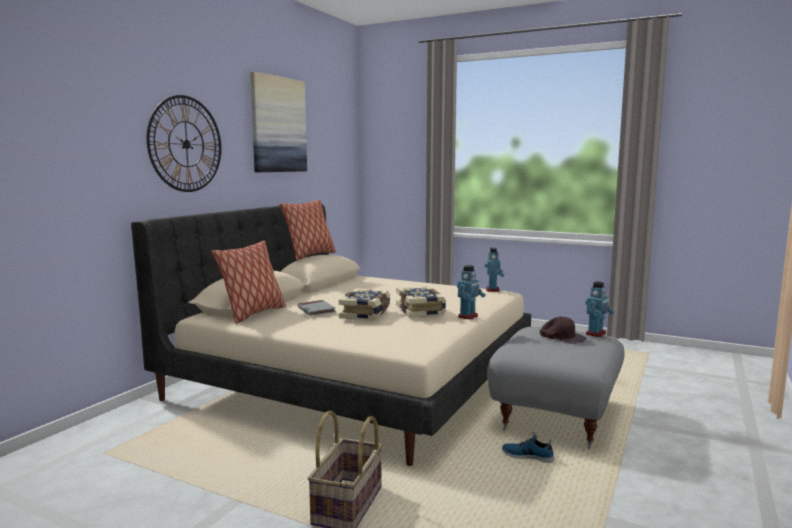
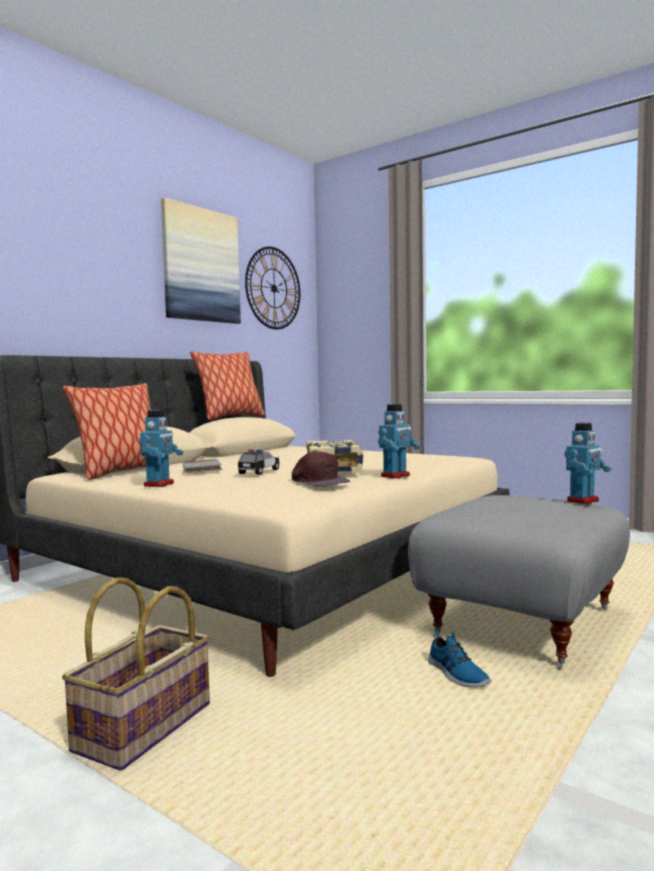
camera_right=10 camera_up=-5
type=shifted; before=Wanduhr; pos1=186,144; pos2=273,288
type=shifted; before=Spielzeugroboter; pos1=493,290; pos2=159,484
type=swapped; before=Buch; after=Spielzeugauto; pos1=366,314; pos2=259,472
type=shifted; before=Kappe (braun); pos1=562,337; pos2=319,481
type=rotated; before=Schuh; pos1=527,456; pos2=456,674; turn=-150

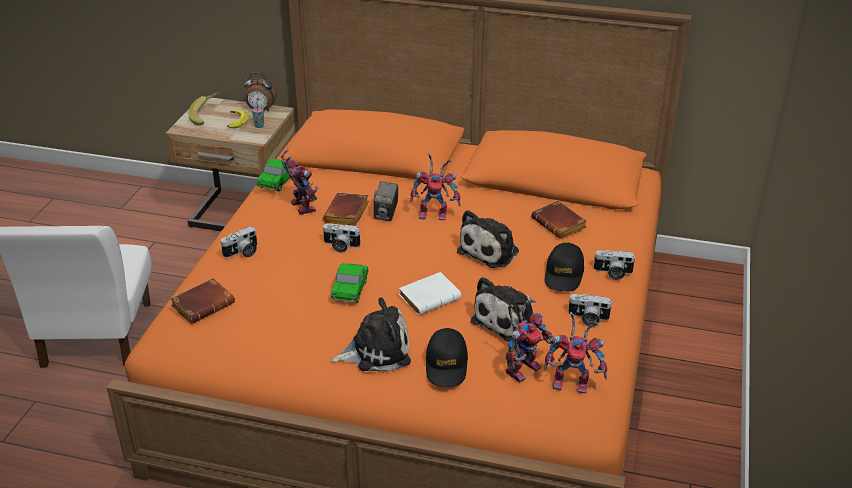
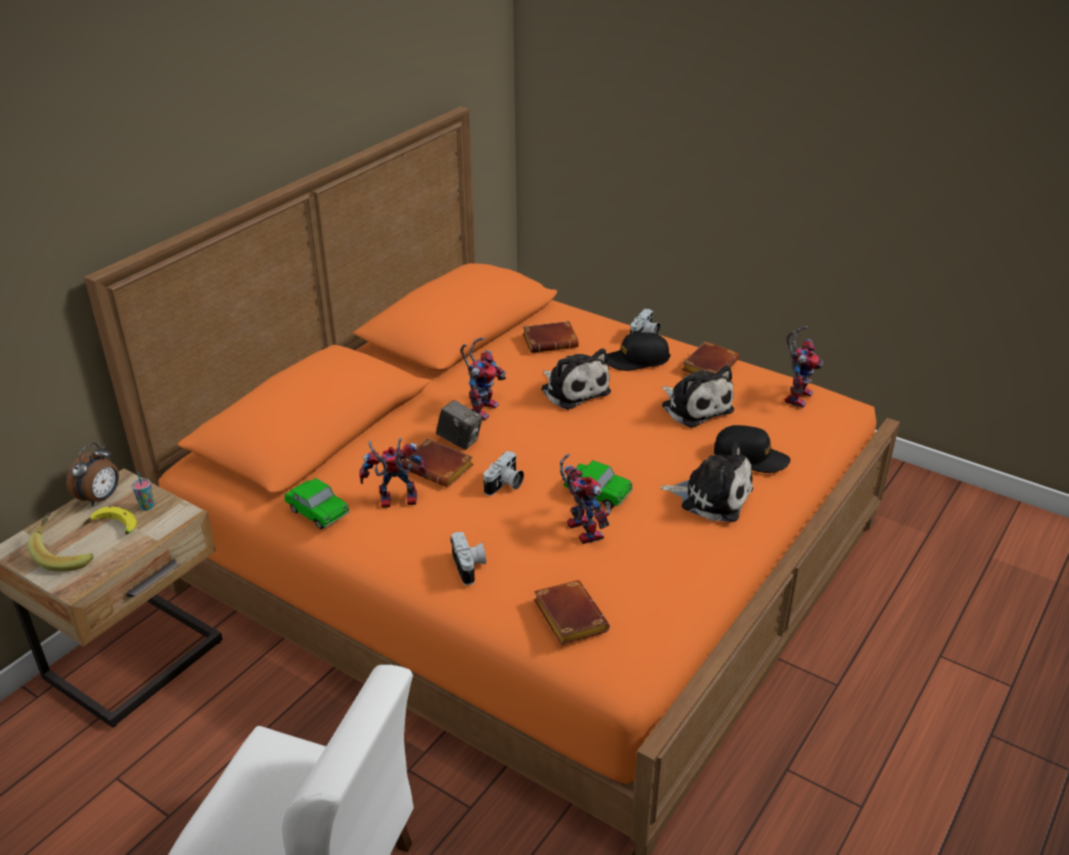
camera_right=-70 camera_up=0
type=rotated; before=Kappe (schwarz); pos1=564,274; pos2=636,360; turn=135
type=gone; before=Buch (weiß); pos1=430,297
type=swapped; before=Kamera; after=Buch (braun); pos1=588,318; pos2=709,365
type=rotated; before=Plüschtier; pos1=376,351; pos2=712,497; turn=105
type=shifted; before=Spielzeugroboter; pos1=523,367; pos2=580,529

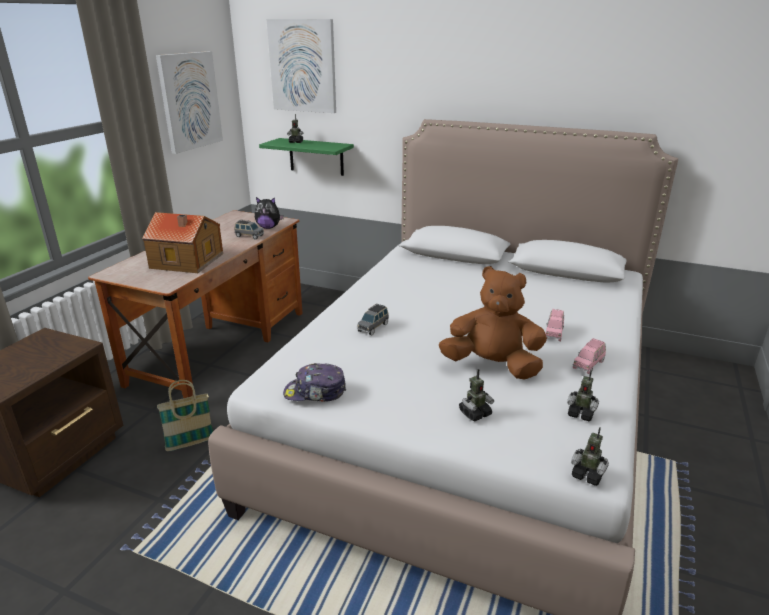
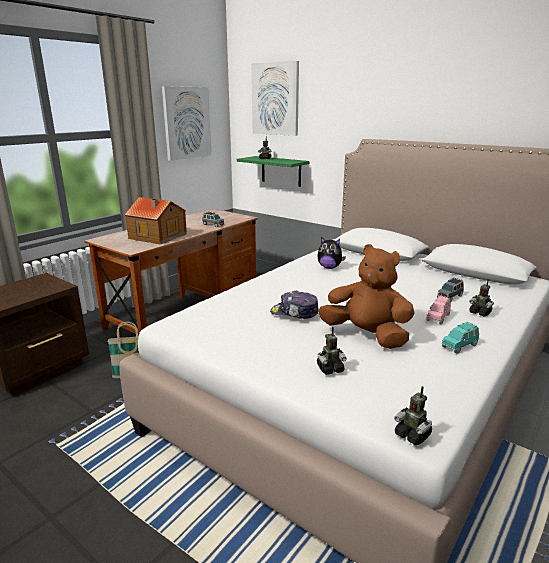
camera_right=15 camera_up=-5
type=shifted; before=Plüschtier; pos1=269,227; pos2=329,267
type=shifted; before=Spielzeugauto (grau); pos1=373,327; pos2=449,297
type=repainted; before=Spielzeugauto (rosa); after=Spielzeugauto (türkis); pos1=588,364; pos2=459,346
type=shifted; before=Kappe; pos1=315,392; pos2=294,313
type=shifted; before=Spielzeugroboter; pos1=581,413; pos2=480,312

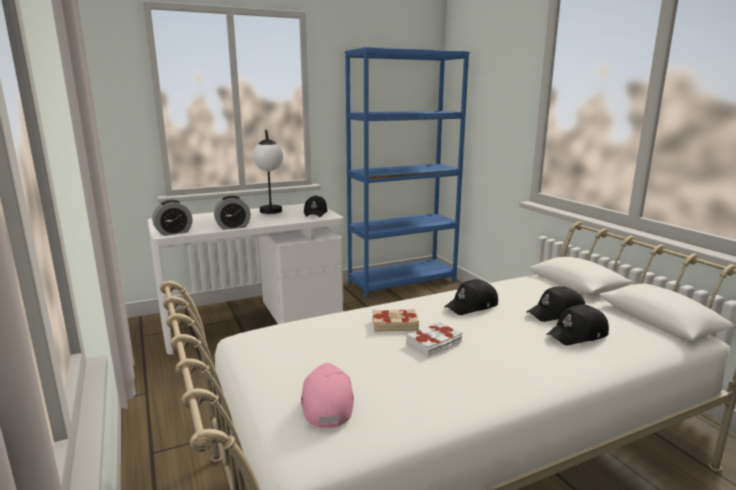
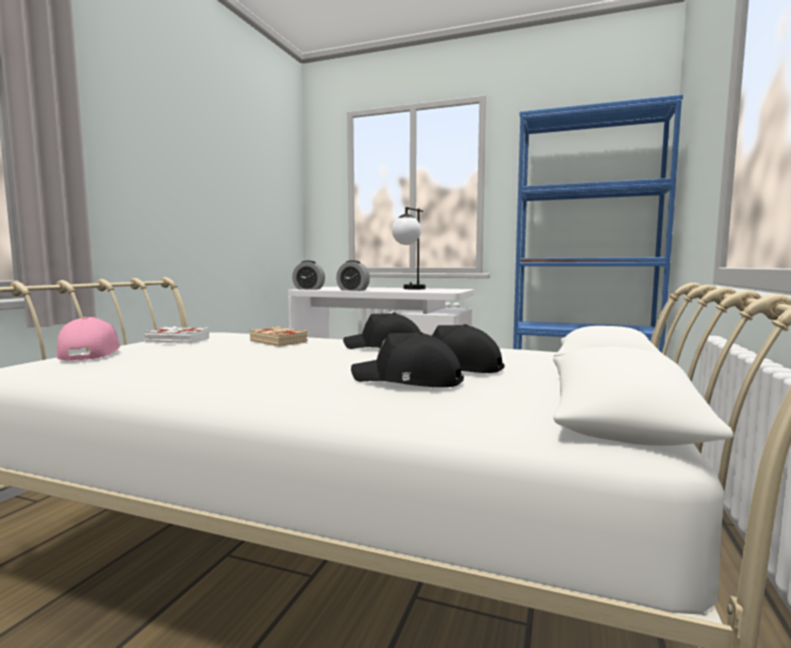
camera_right=45 camera_up=-10
type=gone; before=Kappe (schwarz); pos1=316,213
type=shifted; before=Buch (weiß); pos1=434,343; pos2=177,341
type=rotated; before=Kappe (rosa); pos1=326,403; pos2=89,354; turn=-60

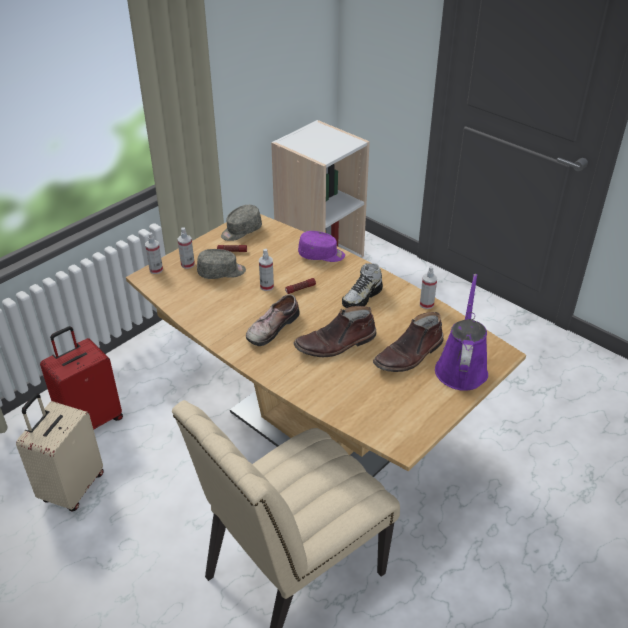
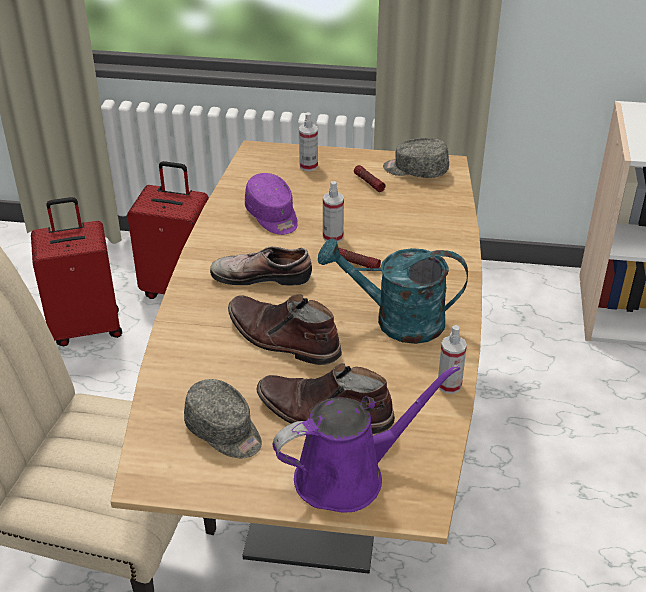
camera_right=55 camera_up=0
type=shifted; before=Kappe (lila); pos1=321,255; pos2=272,216
type=gone; before=Sprühflasche; pos1=156,270
type=shifted; before=Kappe (grau); pos1=221,272; pos2=224,431
type=swapped; before=Schuh; after=Gießkanne (türkis); pos1=362,298; pos2=397,321
type=repainted; before=Koffer (beige); after=Koffer (rot); pos1=71,488; pos2=86,327

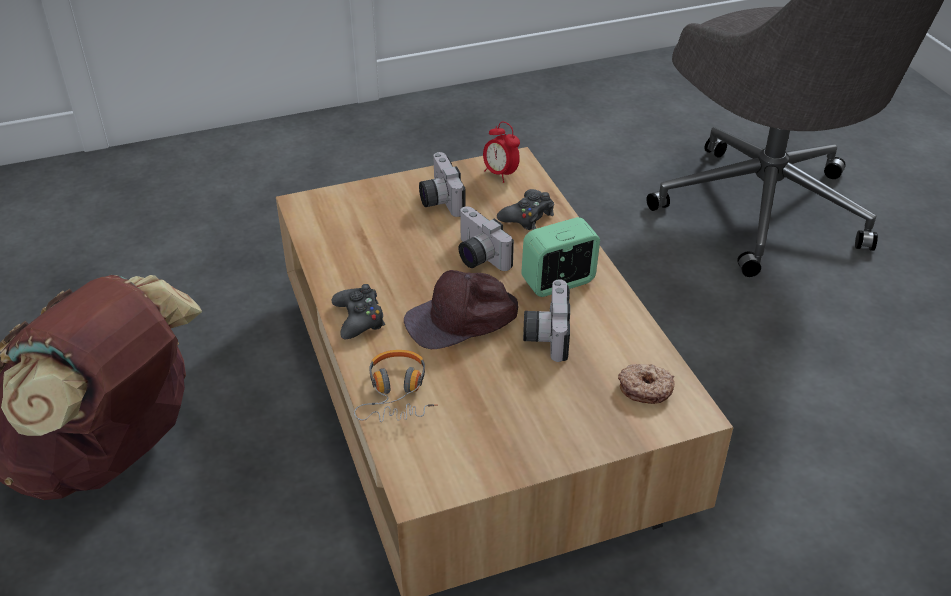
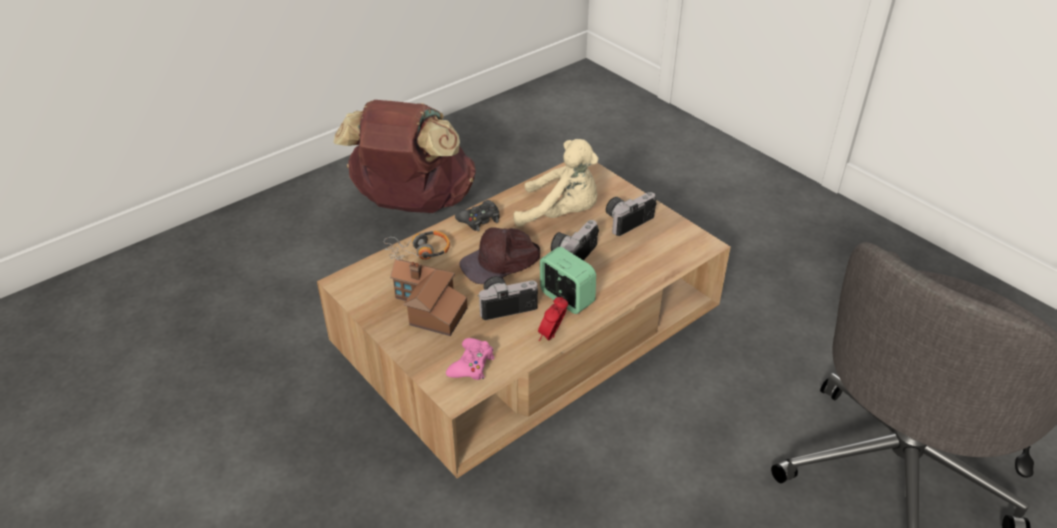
camera_right=70 camera_up=0
type=shifted; before=Wecker; pos1=500,174; pos2=552,336
type=gone; before=Gamepad (schwarz); pos1=527,216
type=rotated; before=Kappe (braun); pos1=462,320; pos2=501,262; turn=-75
type=swapped; before=Donut; after=Gamepad (rosa); pos1=645,388; pos2=471,365
type=new; after=Plüschtier (beige); pos2=561,214
type=new; after=Spielzeughaus; pos2=428,308

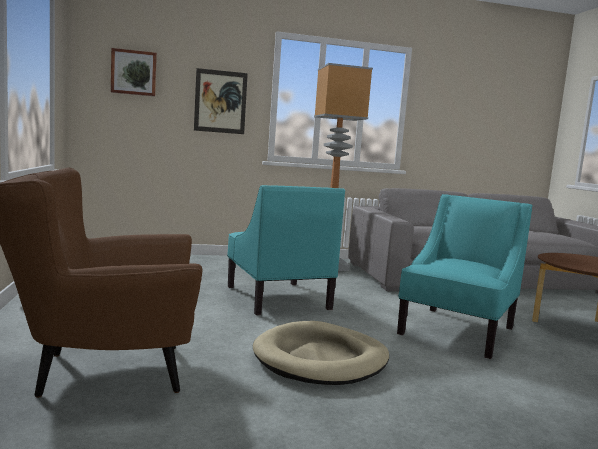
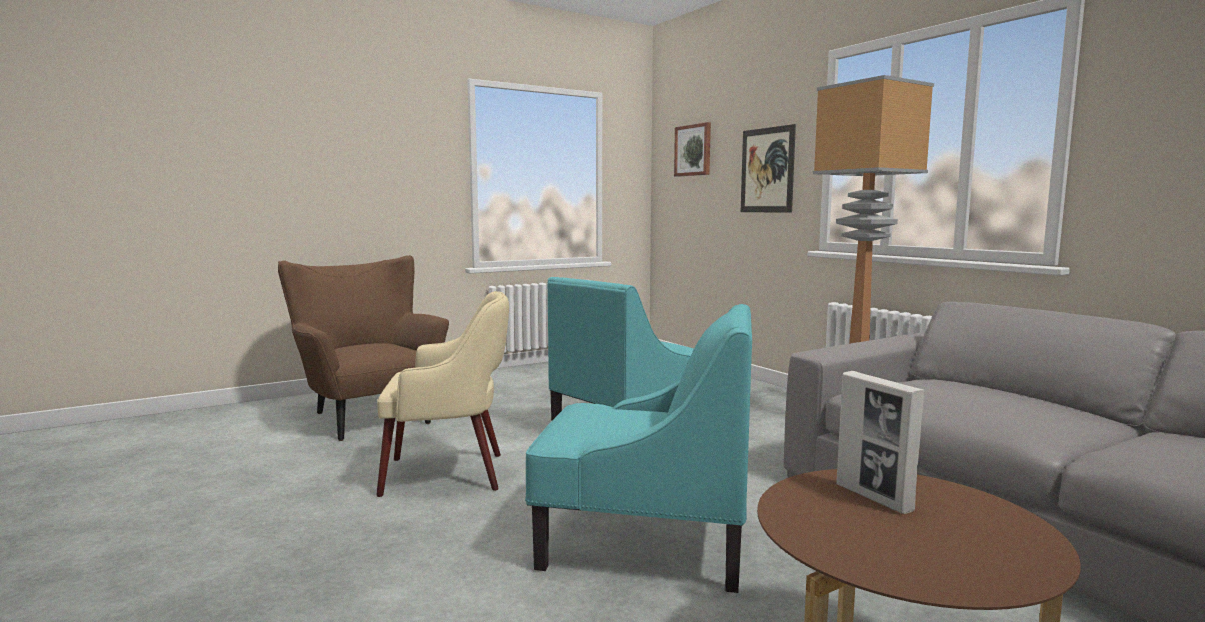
camera_right=70 camera_up=0
type=swapped; before=Hundebett (beige); after=Sessel (beige); pos1=321,359; pos2=448,473
type=new; after=Bilderrahmen; pos2=874,498

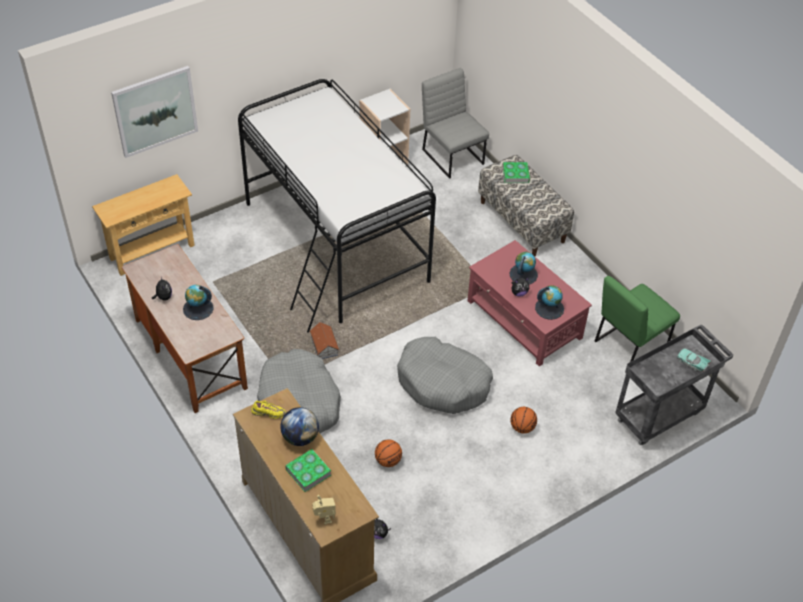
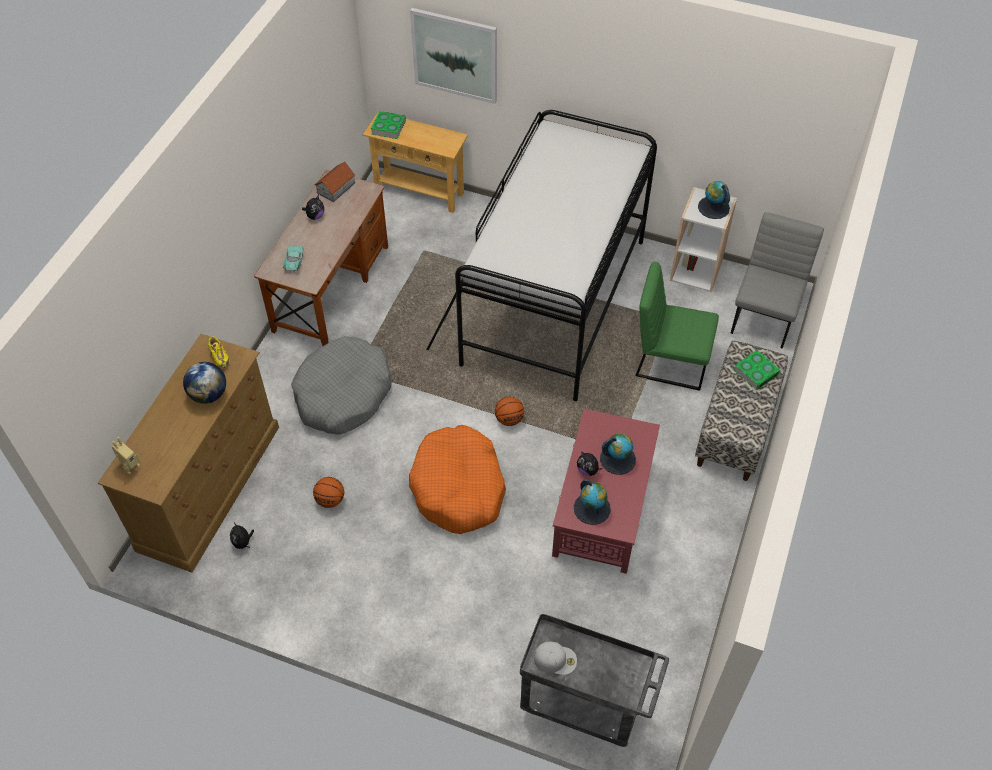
camera_right=55 camera_up=5
type=shifted; before=Stuhl (grün); pos1=629,343; pos2=669,361
type=shifted; before=Globus; pos1=198,308; pos2=713,207
type=shifted; before=Spielzeughaus; pos1=324,346; pos2=335,188
type=repainted; before=Hundebett (grau); after=Hundebett (orange); pos1=443,383; pos2=458,488
type=shifted; before=Spielzeugauto (türkis); pos1=692,363; pos2=294,262
type=shifted; before=Basketball; pos1=522,427; pos2=509,419
type=shifted; before=Buch; pos1=308,472; pos2=388,127
type=new; after=Kappe (weiß); pos2=555,659

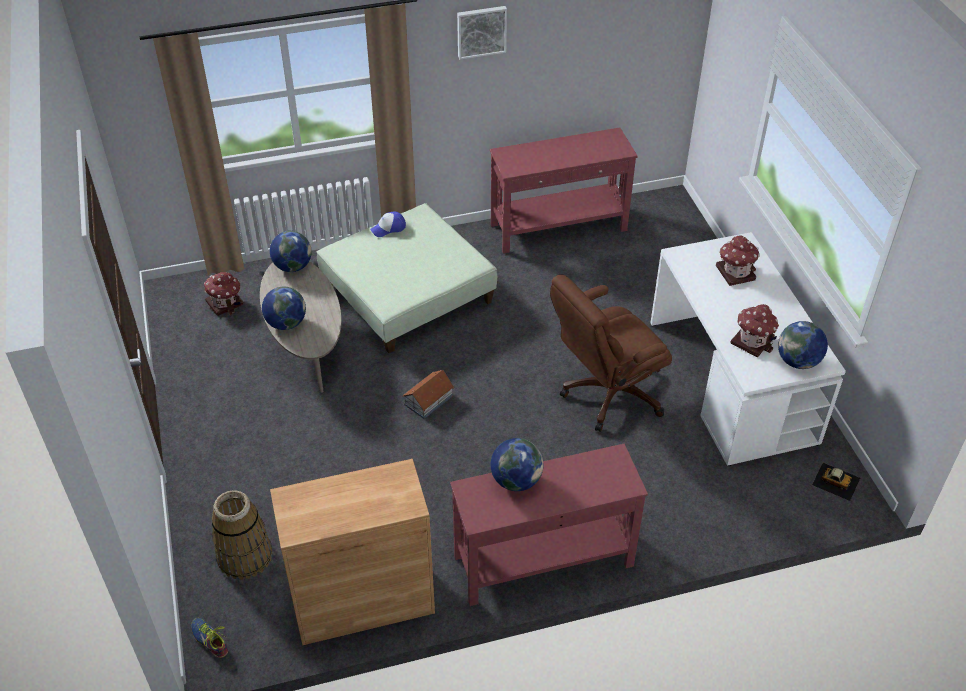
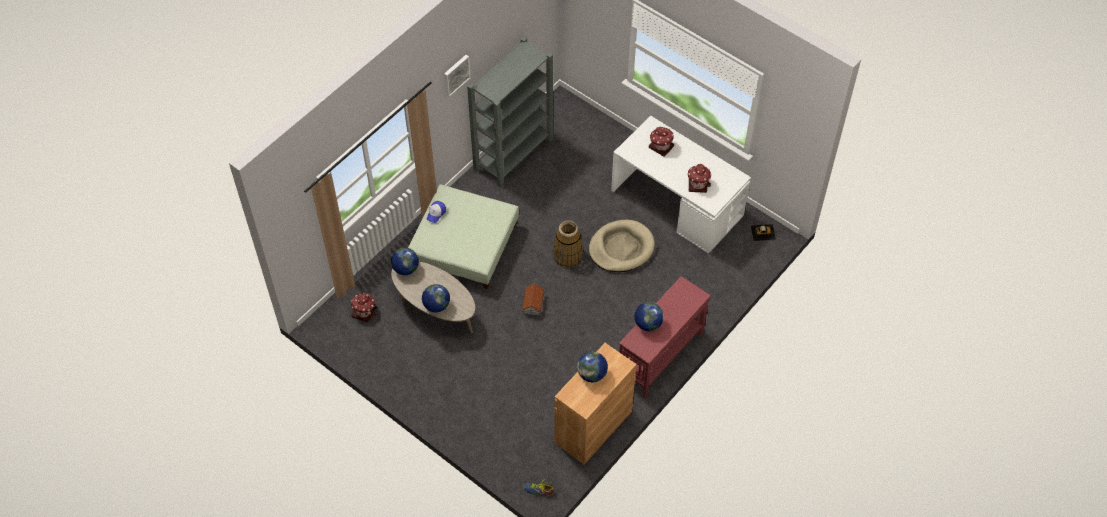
camera_right=-35 camera_up=10
type=swapped; before=Konsolentisch (rot); after=Bücherregal (grau); pos1=559,228; pos2=513,154
type=swapped; before=Bürostuhl (braun); after=Hundebett (beige); pos1=605,395; pos2=621,248
type=shifted; before=Globus; pos1=798,361; pos2=592,374
type=shifted; before=Korb; pos1=244,556; pos2=567,255

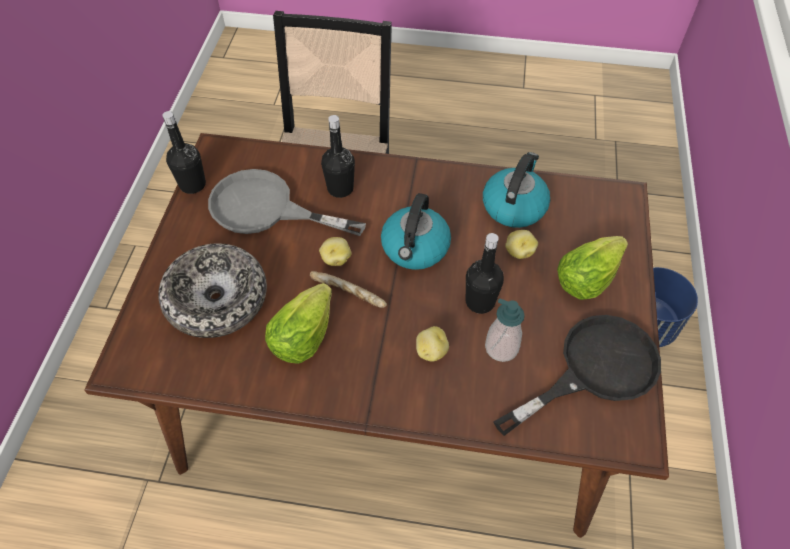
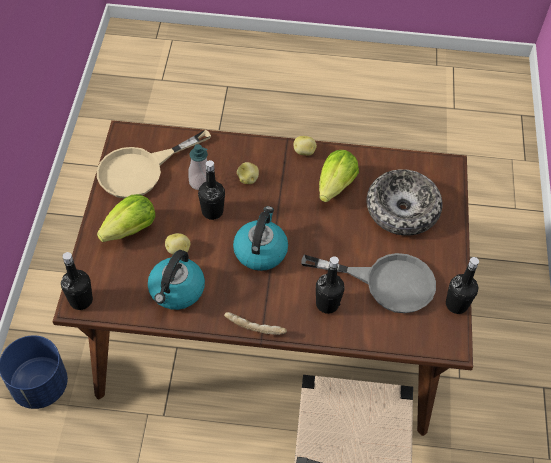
camera_right=175 camera_up=0
type=shifted; before=Kartoffel; pos1=336,258; pos2=304,152
type=shifted; before=Brot; pos1=348,294; pos2=255,326
type=repainted; before=Pfanne (schwarz); after=Pfanne (beige); pos1=593,370; pos2=141,170
type=new; after=Flasche (schwarz); pos2=81,300

